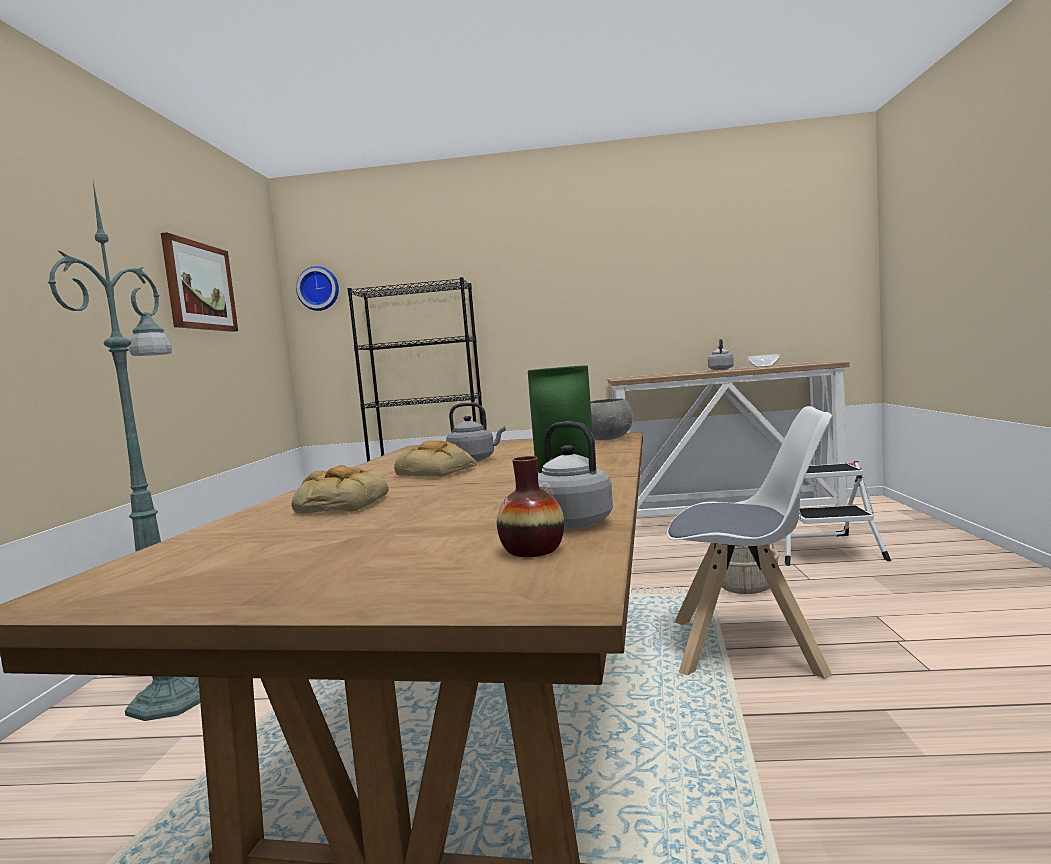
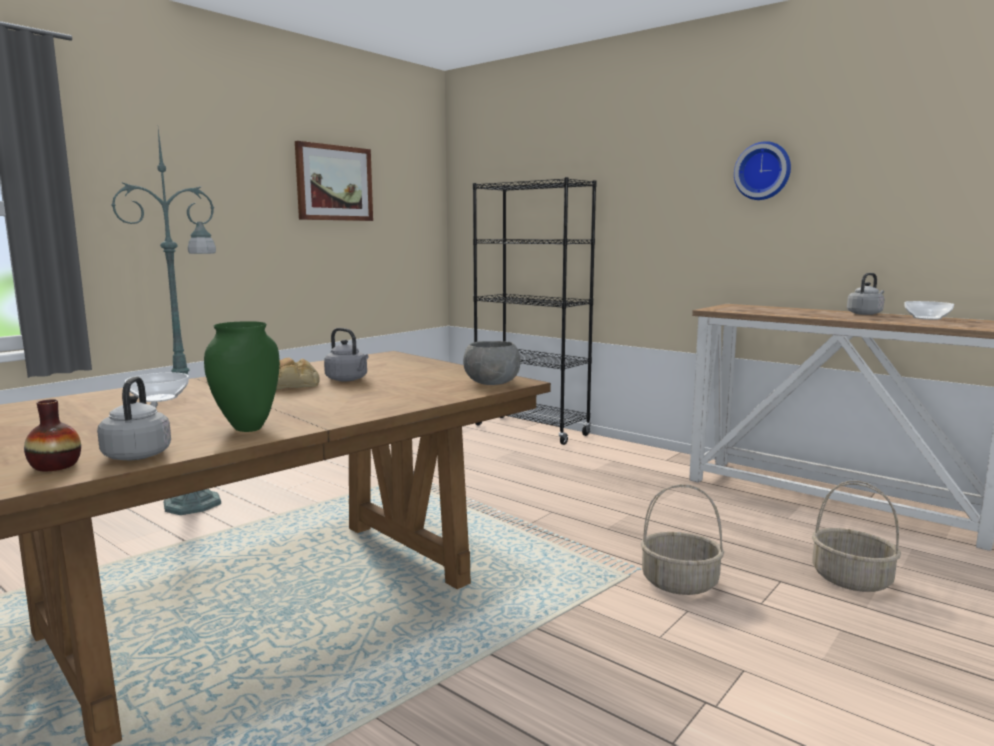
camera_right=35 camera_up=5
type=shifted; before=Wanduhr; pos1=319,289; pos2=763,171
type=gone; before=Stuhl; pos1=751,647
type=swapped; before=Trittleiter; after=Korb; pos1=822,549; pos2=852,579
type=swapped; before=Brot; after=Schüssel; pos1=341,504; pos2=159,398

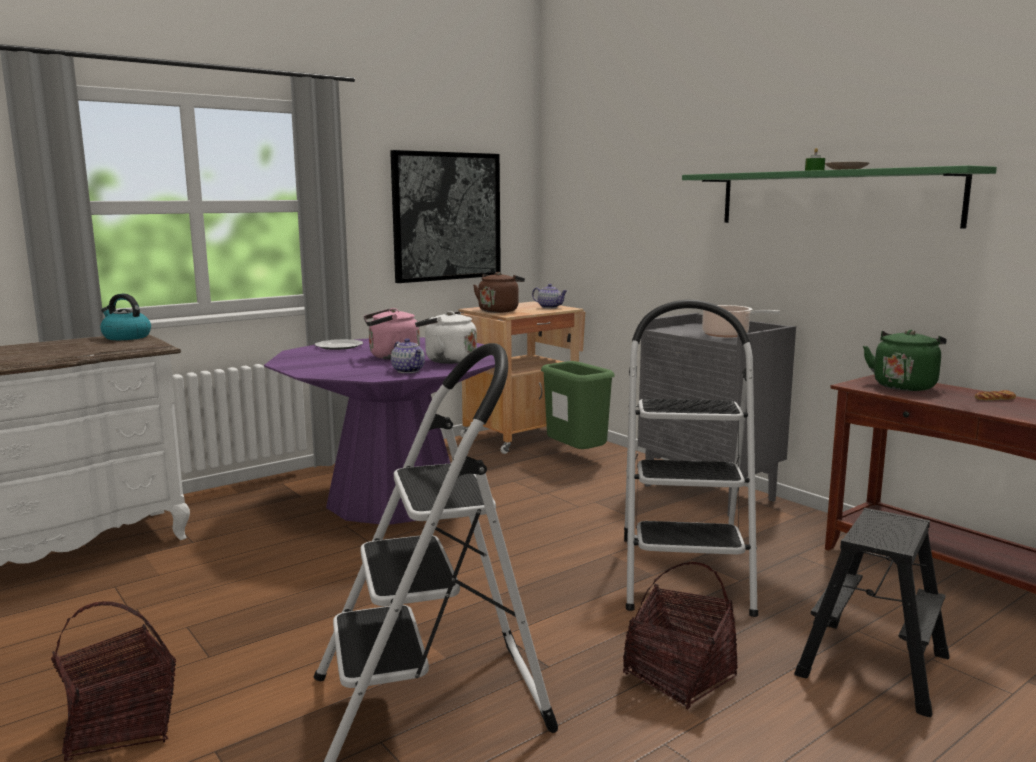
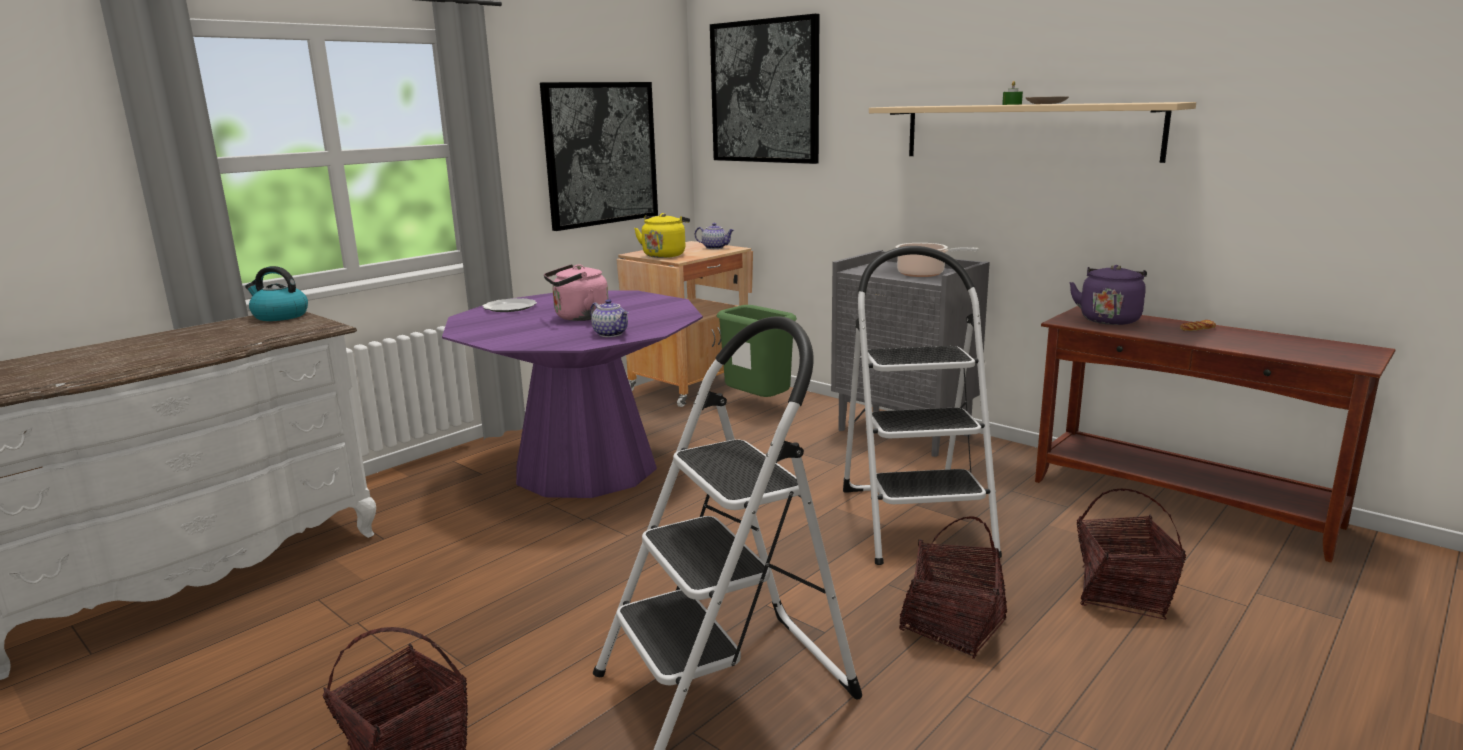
camera_right=-10 camera_up=5
type=repainted; before=Wandregal (grün); after=Wandregal (beige); pos1=832,198; pos2=1027,132
type=repainted; before=Wasserkessel (braun); after=Wasserkessel (gelb); pos1=499,310; pos2=665,255
type=gone; before=Wasserkessel (weiß); pos1=447,360
type=repainted; before=Wasserkessel (grün); after=Wasserkessel (lila); pos1=904,386; pos2=1109,319
type=swapped; before=Trittleiter (schwarz); after=Korb; pos1=873,665; pos2=1121,593
type=new; after=Bild; pos2=765,92

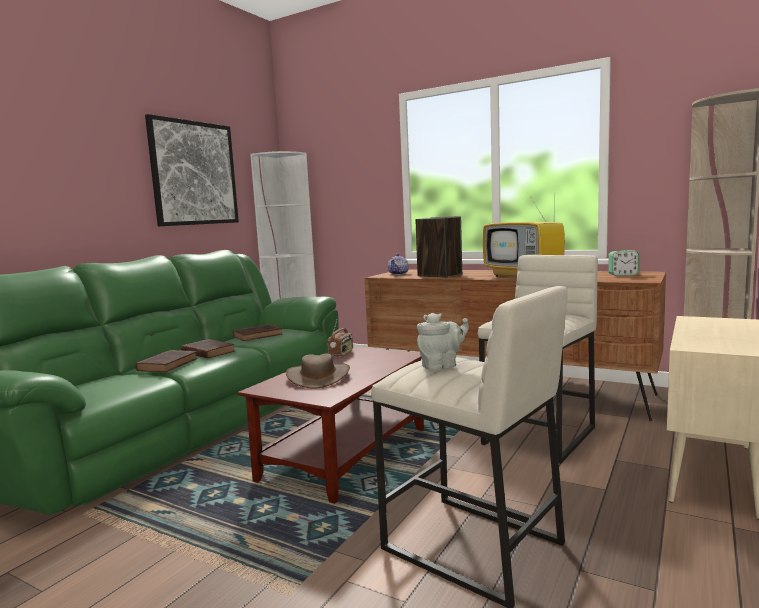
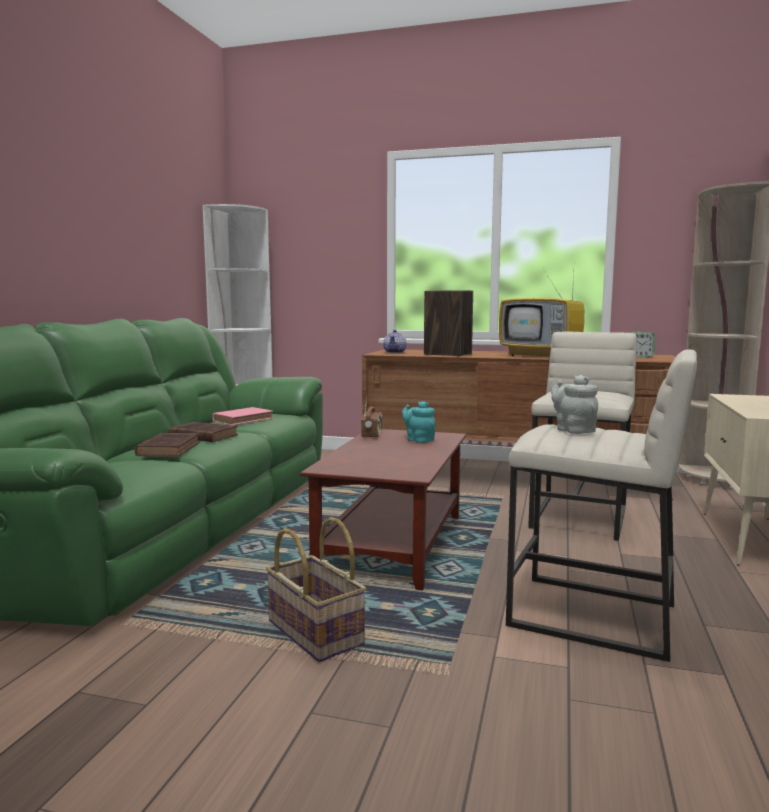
camera_right=-15 camera_up=0
type=gone; before=Bild; pos1=194,173
type=rotated; before=Teekanne (grau); pos1=442,366; pos2=573,430; turn=-75
type=repainted; before=Buch (braun); after=Buch (rosa); pos1=259,335; pos2=244,419
type=gone; before=Hut (braun); pos1=318,377
type=new; after=Teekanne (türkis); pos2=418,440
type=new; after=Korb; pos2=313,633

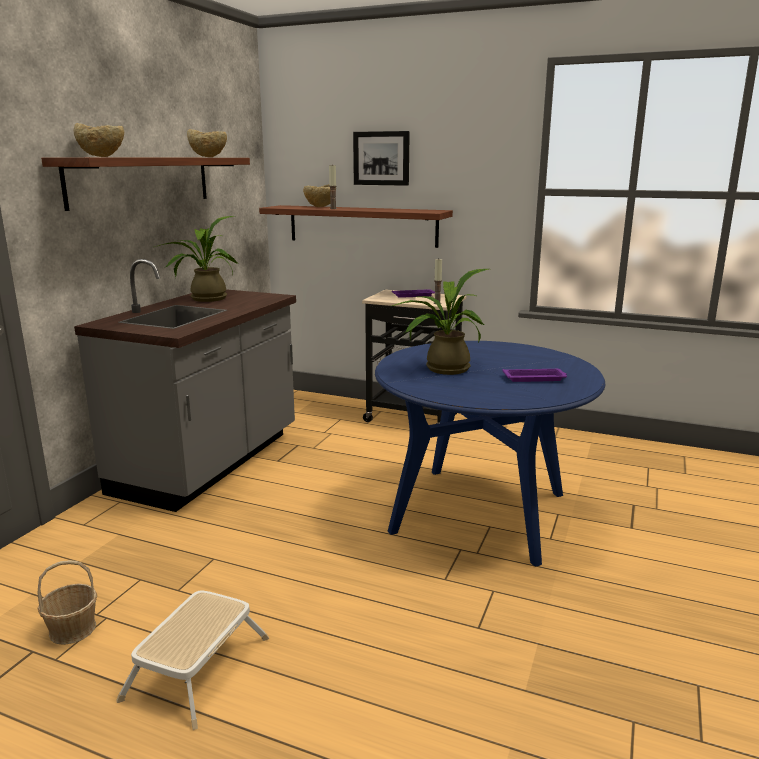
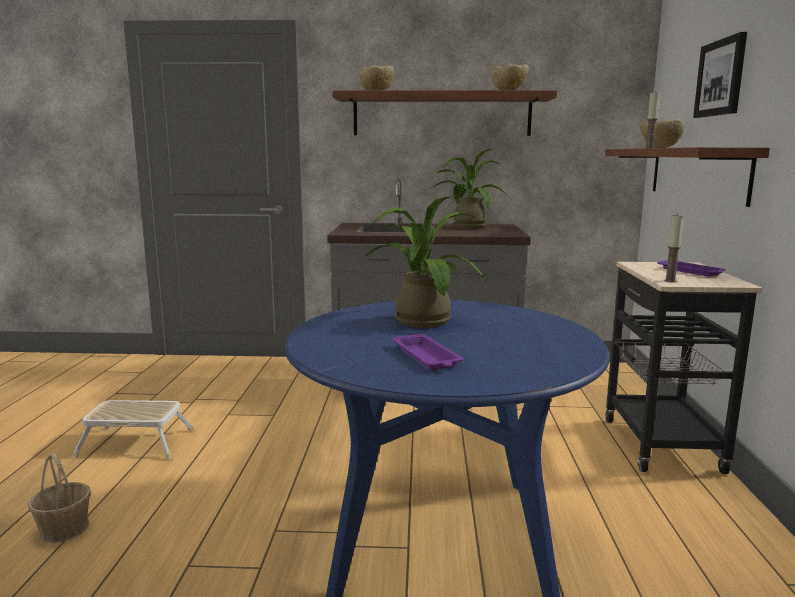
camera_right=70 camera_up=-5
type=shifted; before=Korb; pos1=72,629; pos2=64,528

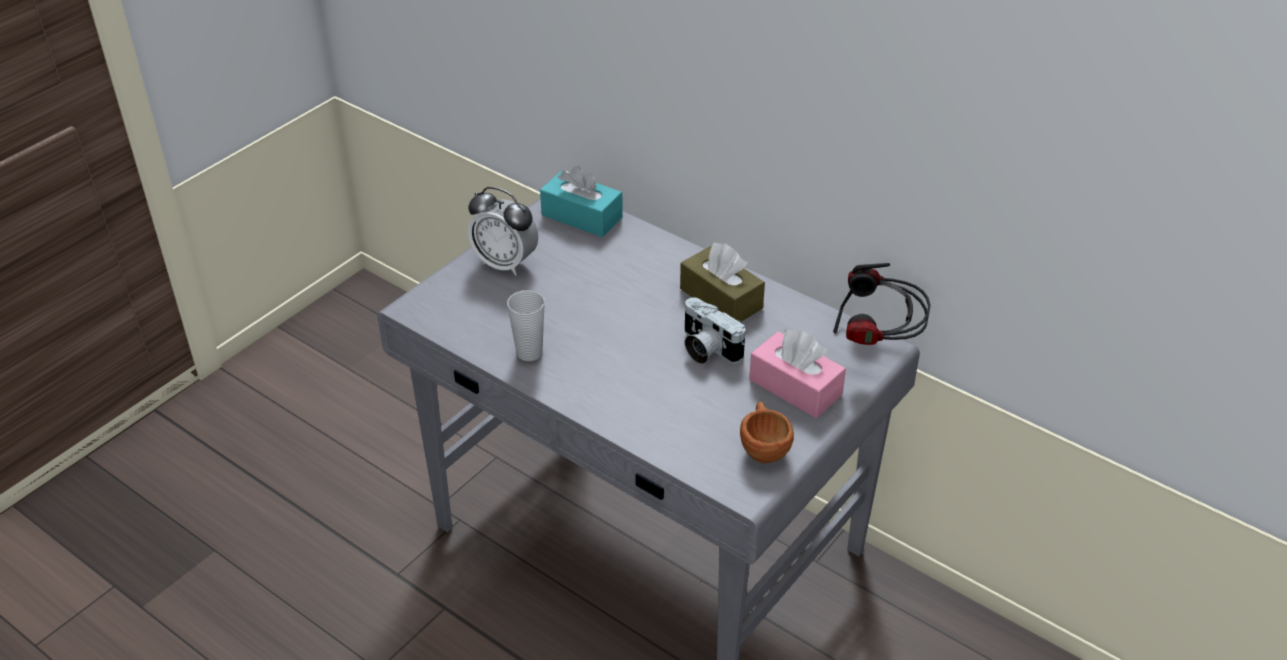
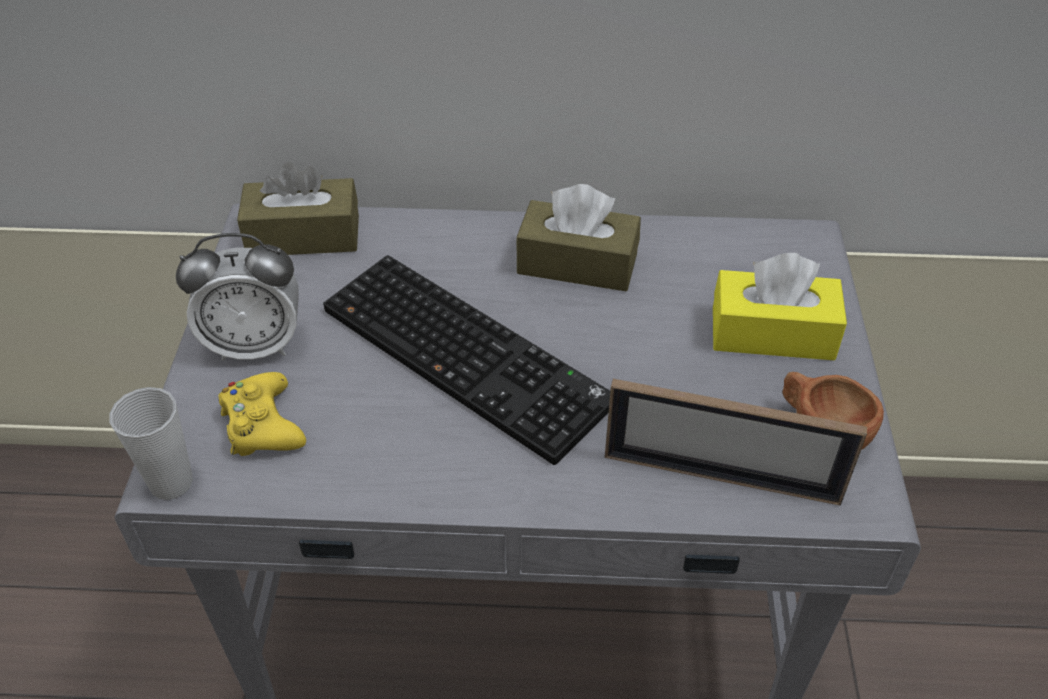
camera_right=-35 camera_up=5
type=repainted; before=Taschentuchbox (türkis); after=Taschentuchbox (braun); pos1=582,216; pos2=303,236
type=gone; before=Kopfhörer; pos1=877,348
type=shifted; before=Tasse; pos1=529,353; pos2=171,483
type=gone; before=Kamera; pos1=706,349
type=repainted; before=Taschentuchbox (rosa); after=Taschentuchbox (gelb); pos1=795,387; pos2=772,333
type=new; after=Tastatur; pos2=470,355
type=new; after=Gamepad (gelb); pos2=262,425
type=new; after=Bilderrahmen; pos2=720,477

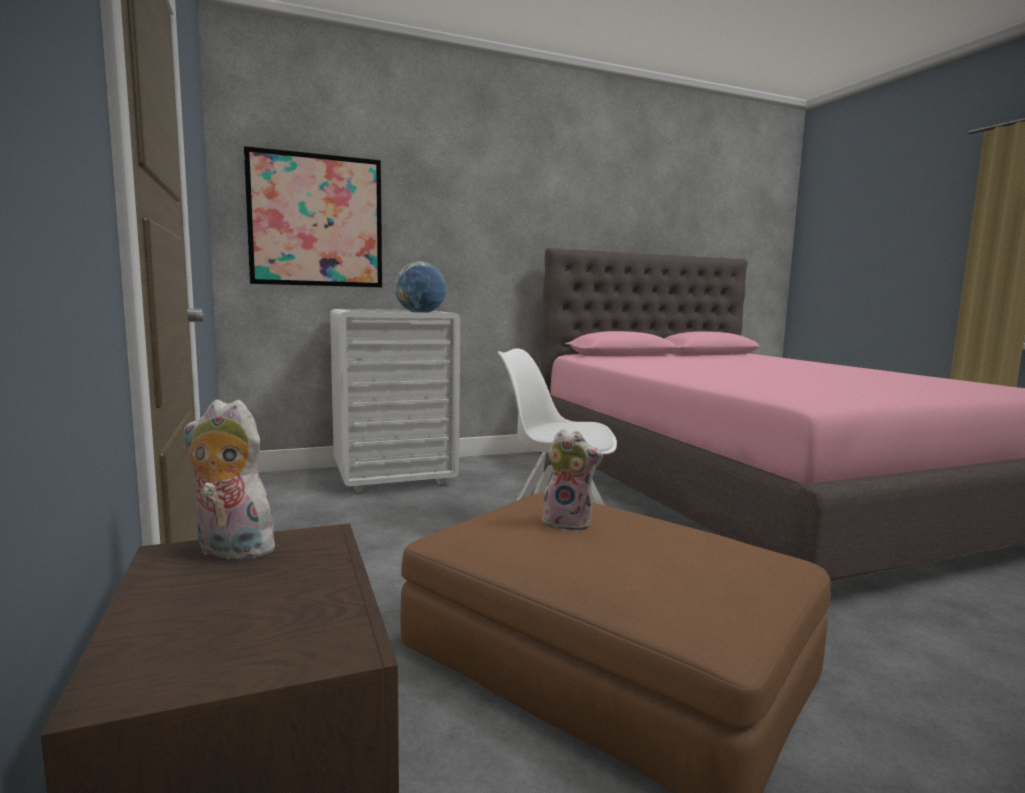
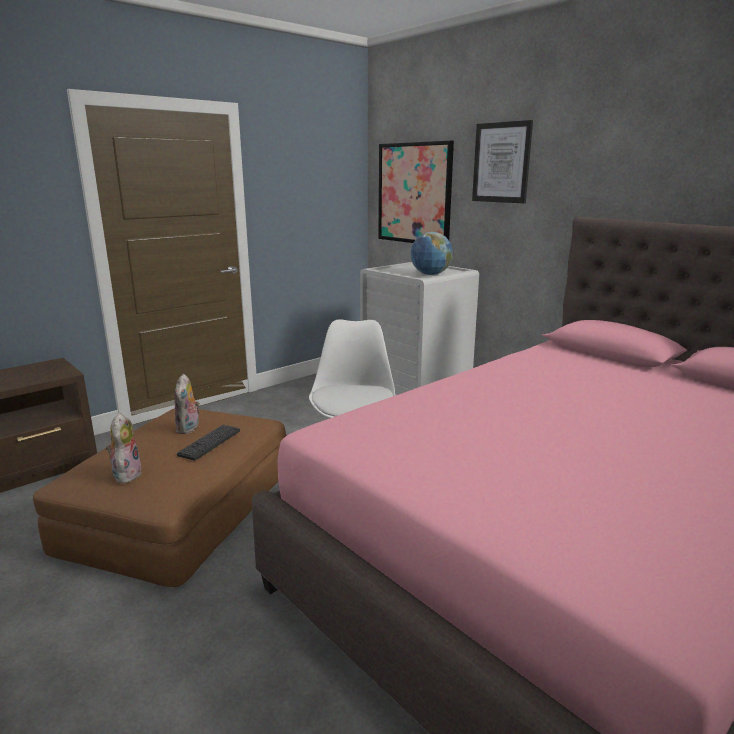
camera_right=70 camera_up=10
type=shifted; before=Plüschtier; pos1=229,551; pos2=126,474
type=new; after=Bild; pos2=501,162
type=new; after=Tastatur; pos2=210,442

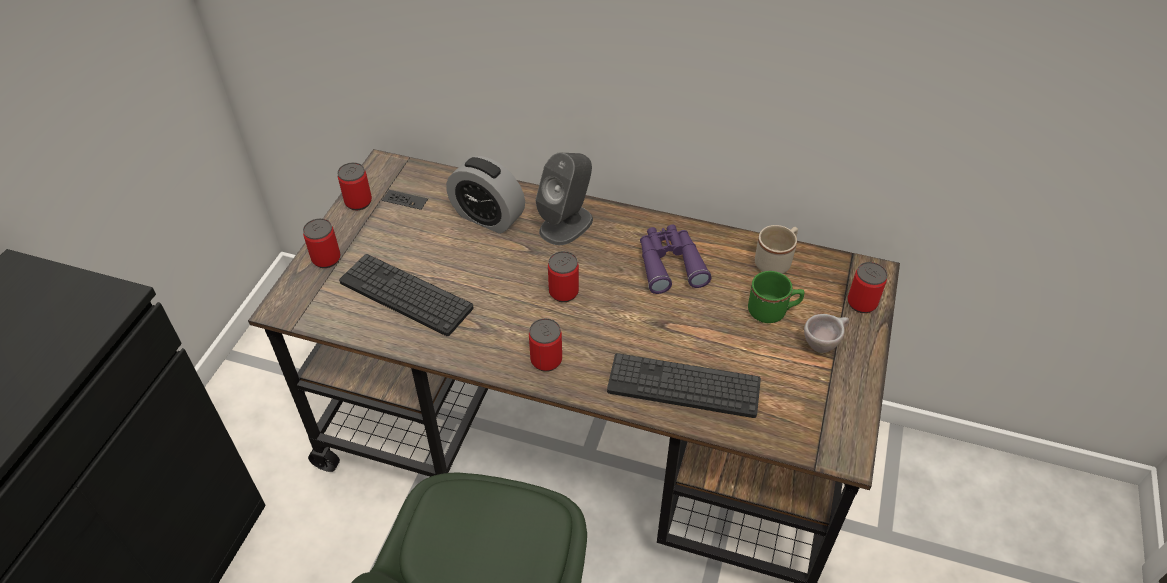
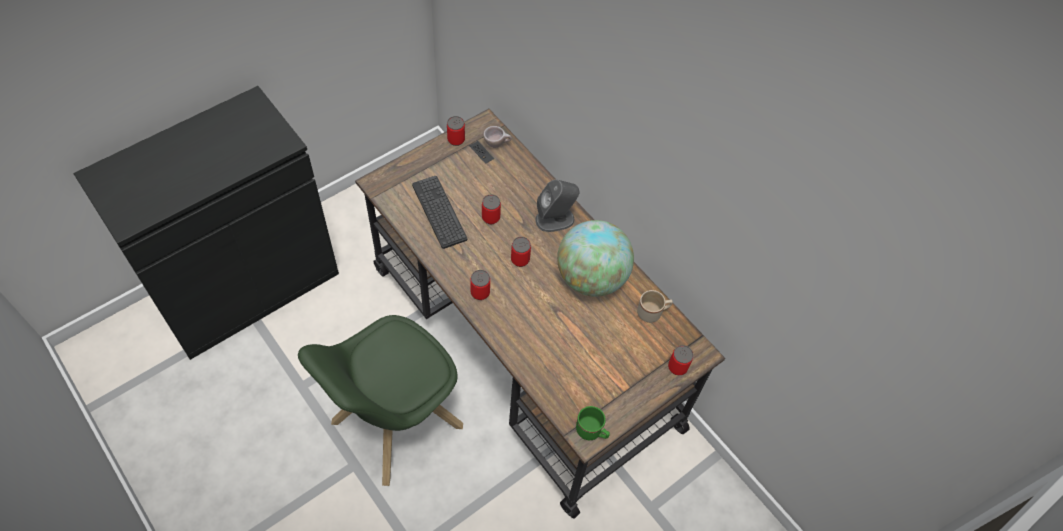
camera_right=30 camera_up=10
type=gone; before=Wecker; pos1=487,217
type=shifted; before=Dose; pos1=326,259; pos2=491,217
type=swapped; before=Fernglas (lila); after=Globus; pos1=669,264; pos2=591,277
type=shifted; before=Henkelbecher (grün); pos1=772,311; pos2=592,431
type=shifted; before=Tasse (beige); pos1=823,344; pos2=497,144
type=gone; before=Tastatur; pos1=683,386

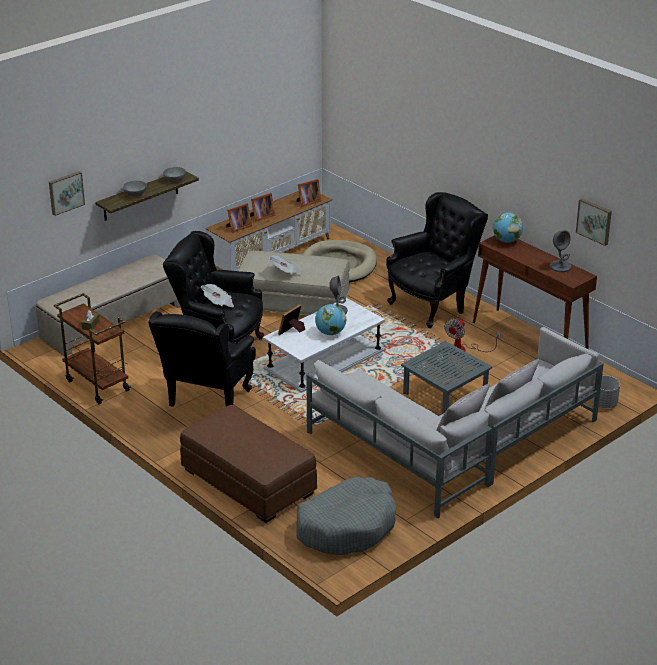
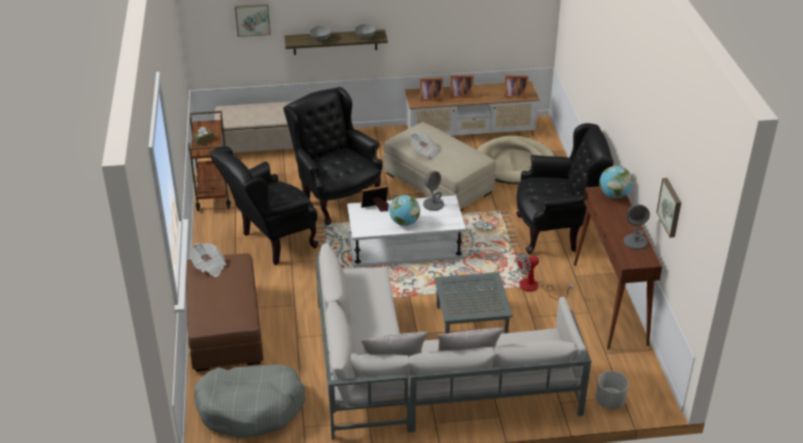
camera_right=35 camera_up=5
type=shifted; before=Zeitung; pos1=218,303; pos2=209,267

